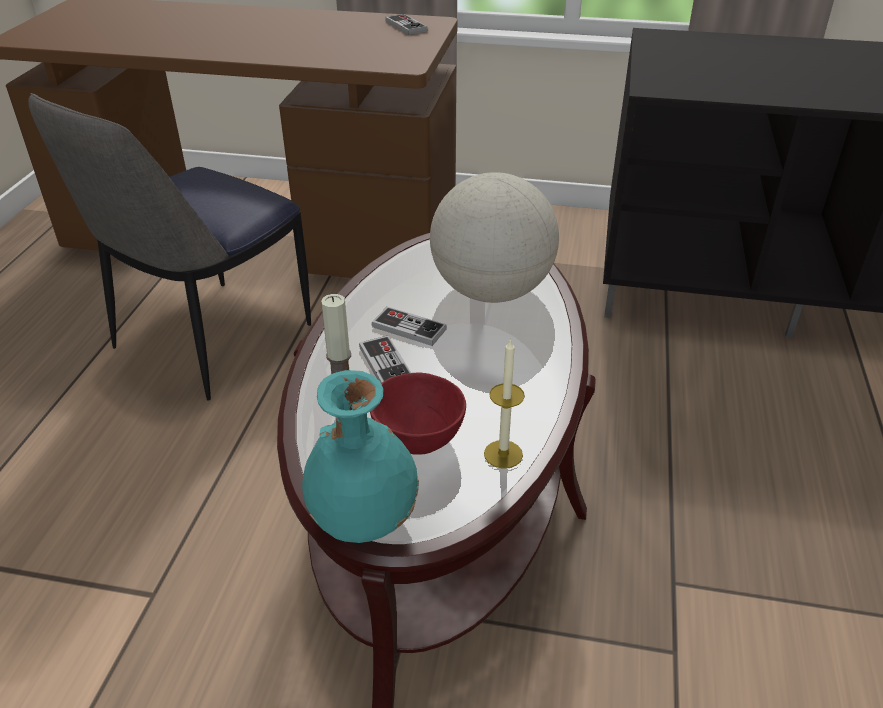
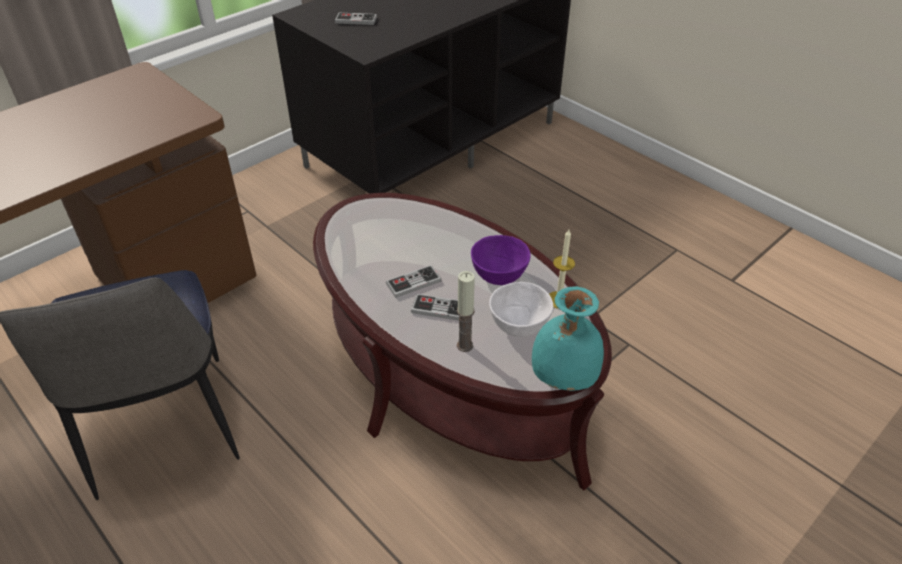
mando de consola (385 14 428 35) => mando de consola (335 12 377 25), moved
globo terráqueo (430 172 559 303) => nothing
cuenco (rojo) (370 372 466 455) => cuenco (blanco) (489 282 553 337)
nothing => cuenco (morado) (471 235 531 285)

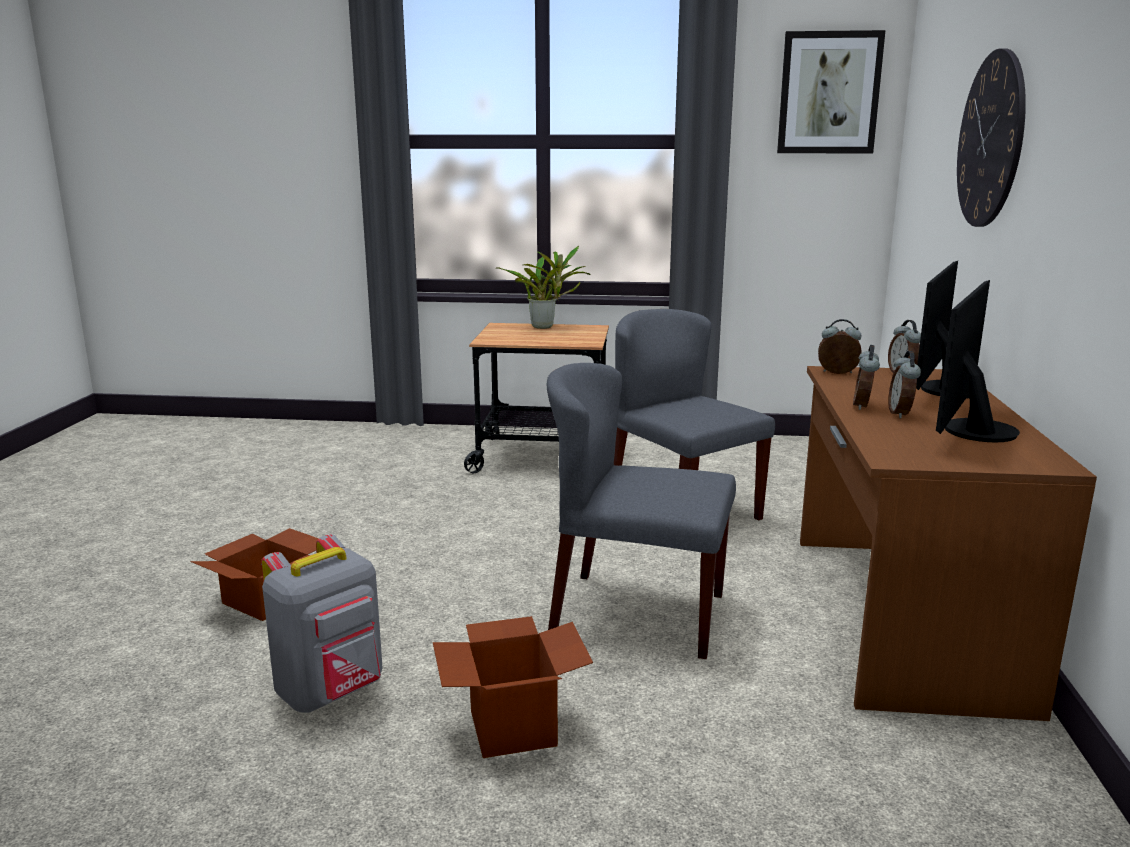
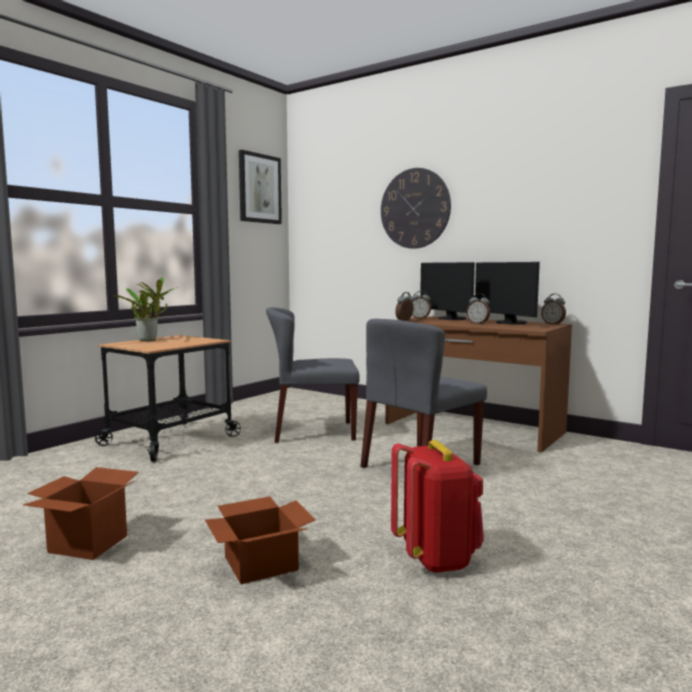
despertador (853 345 880 410) => despertador (541 294 566 325), moved
mochila (gris) (261 534 383 712) => mochila (rojo) (391 440 484 573)
caja de cartón (433 616 593 758) => caja de cartón (23 467 138 560), moved

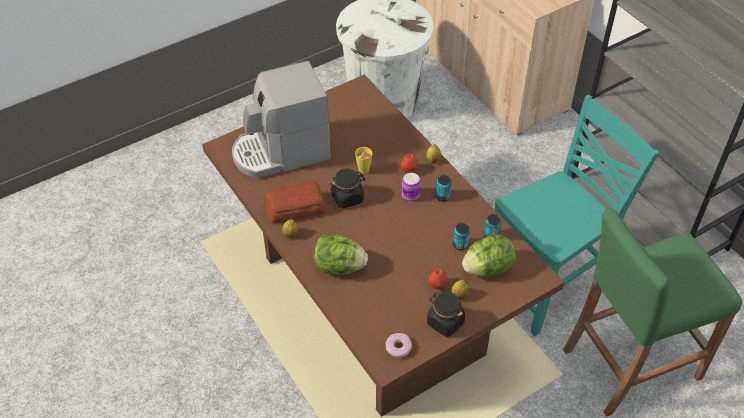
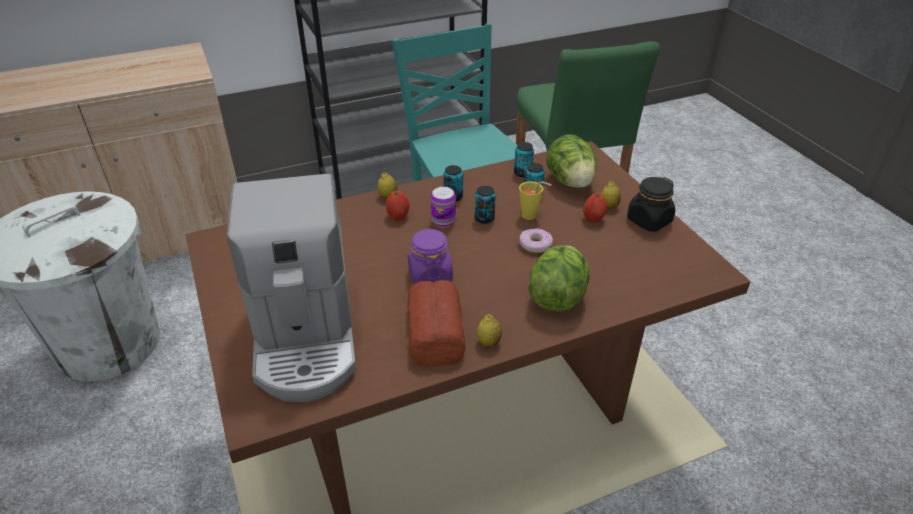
taza (amarillo) (355 147 373 174) => taza (amarillo) (519 182 552 220), moved
tarro (negro) (330 168 365 208) => tarro (morado) (408 228 453 284)
rosquilla (386 333 412 358) => rosquilla (519 228 553 253), moved
nothing => lata (475 186 496 224)

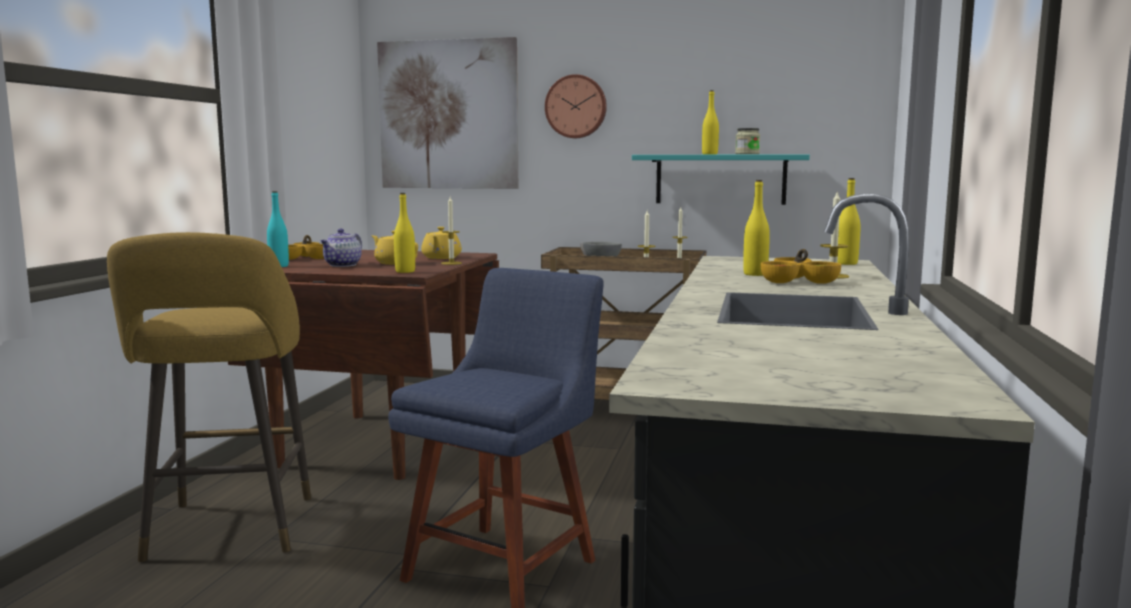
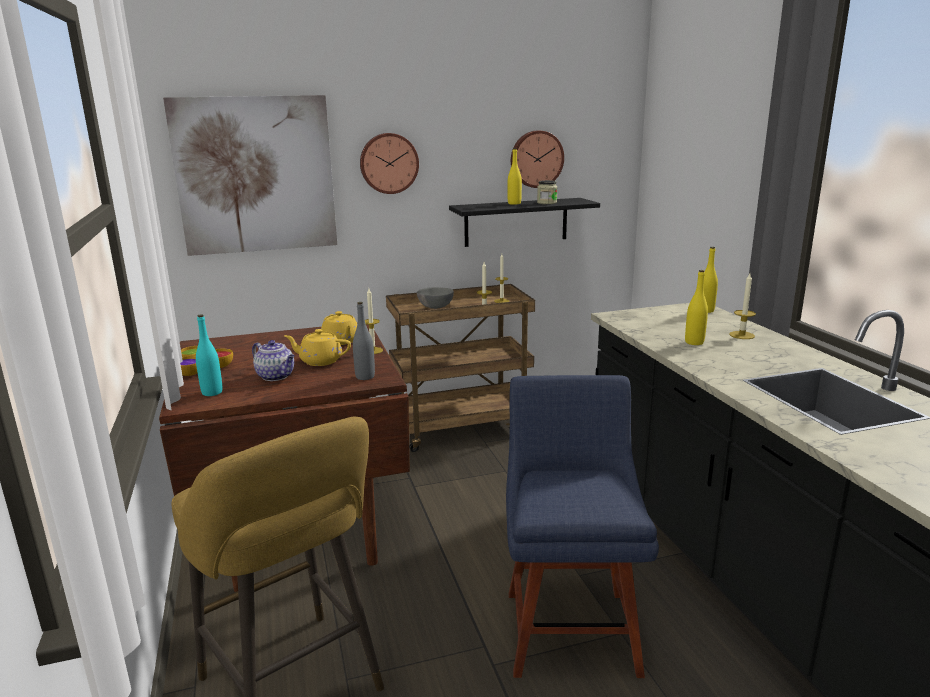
estante (turquesa) (632 154 810 205) => estante (negro) (449 198 600 247)
botella (amarillo) (394 193 415 273) => botella (gris) (353 302 375 380)
tetera (321 229 362 267) => tetera (252 340 295 381), 45 degrees counterclockwise
cuenco (761 249 841 284) => nothing
nothing => reloj de pared (511 130 564 188)

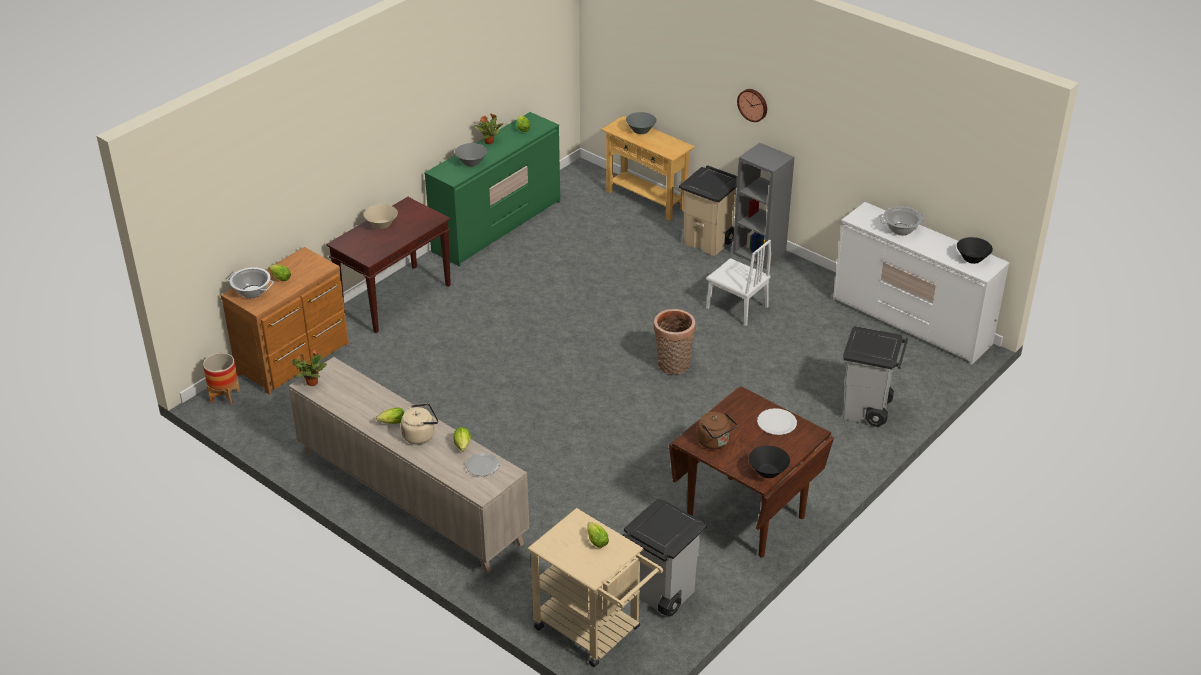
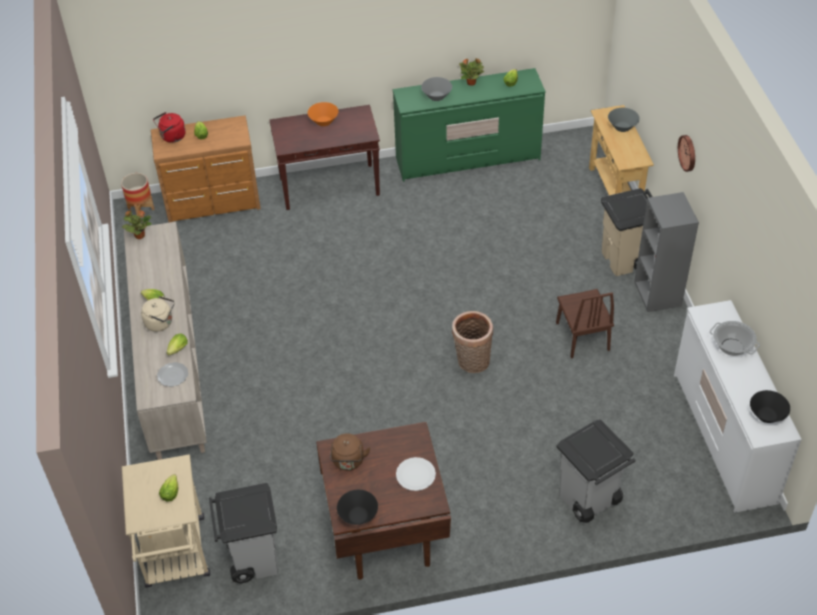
cuenco (beis) (364 204 398 229) => cuenco (naranja) (308 102 338 126)
silla (blanco) (706 240 771 326) => silla (marrón) (556 289 614 359)
olla (227 267 274 298) => hervidor (rojo) (153 112 186 143)

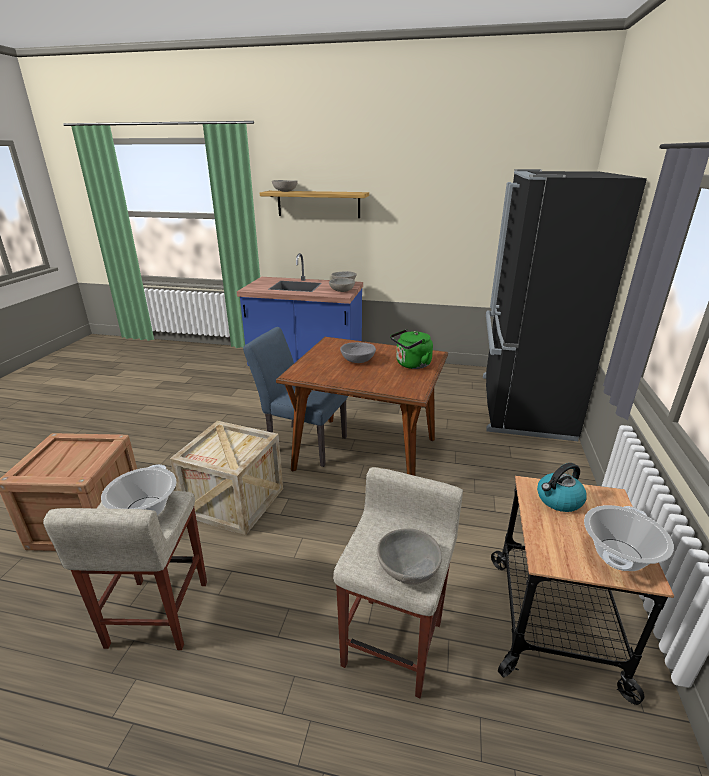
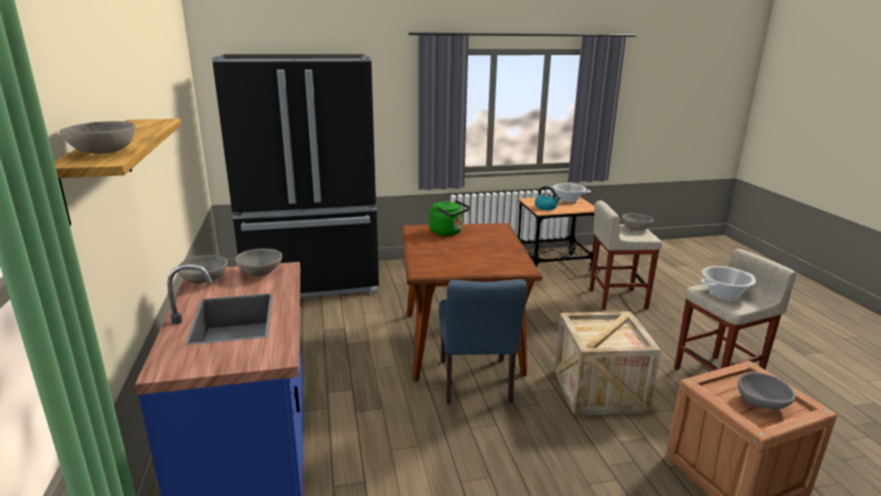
cuenco (gris) (340 342 376 363) => cuenco (gris) (738 372 796 410), moved

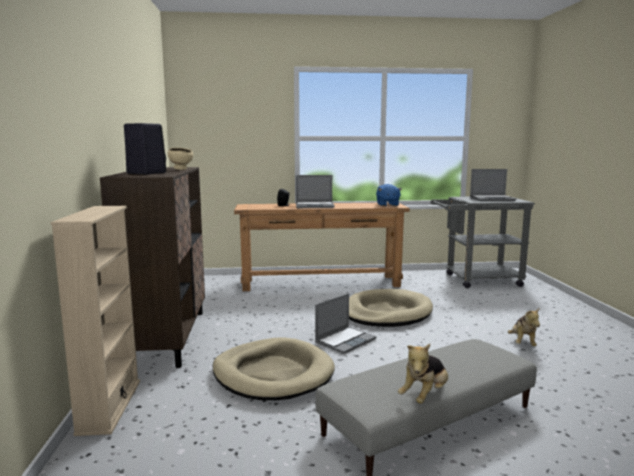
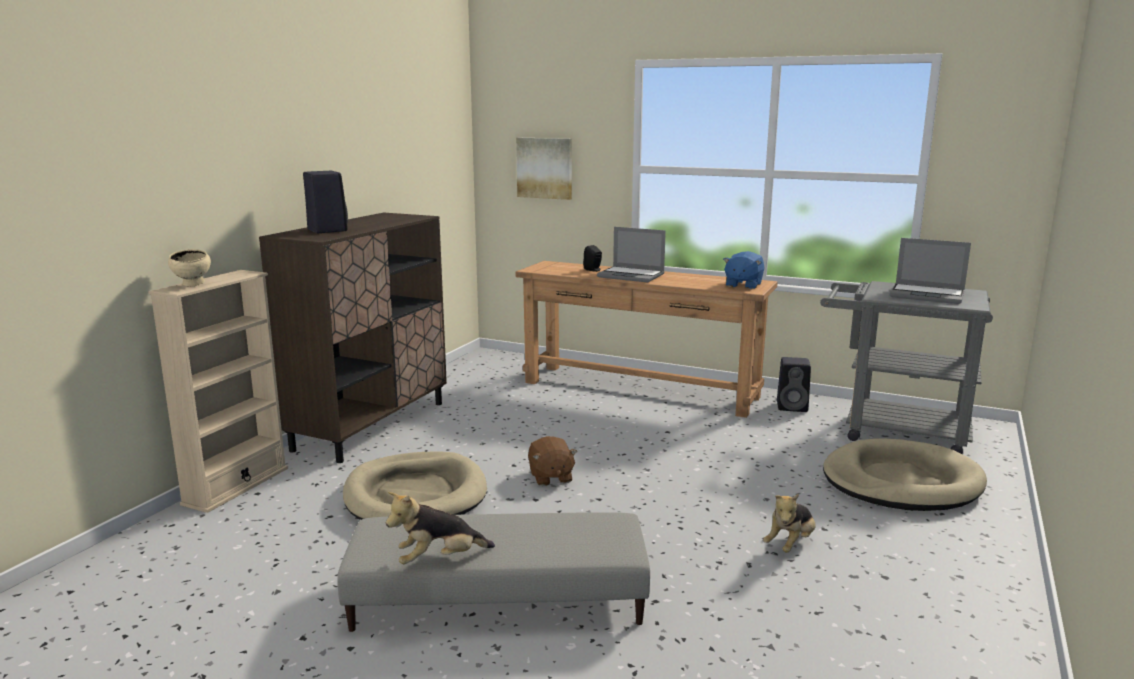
cuenco (beis) (168 148 193 170) => cuenco (beis) (168 249 211 286), moved
cama para perro (beis) (349 289 433 327) => cama para perro (beis) (823 438 987 511), moved
portátil (315 293 376 354) => peluche (marrón) (528 436 577 486)
nothing => cuadro (516 138 572 200)
nothing => altavoz (negro) (777 357 811 412)

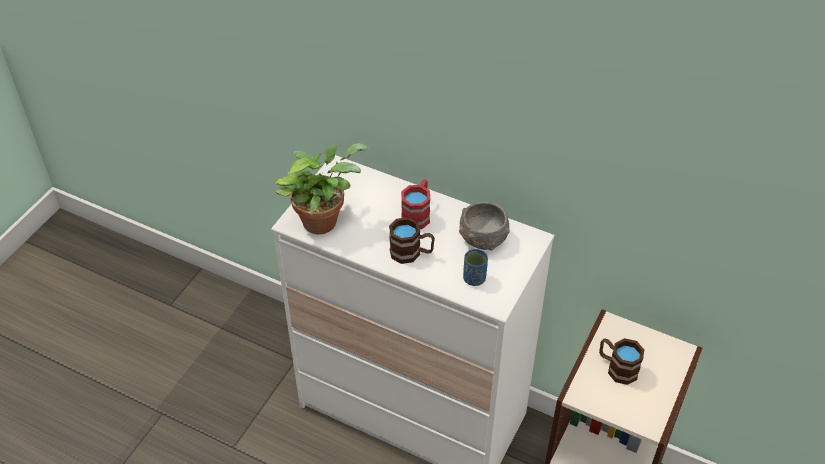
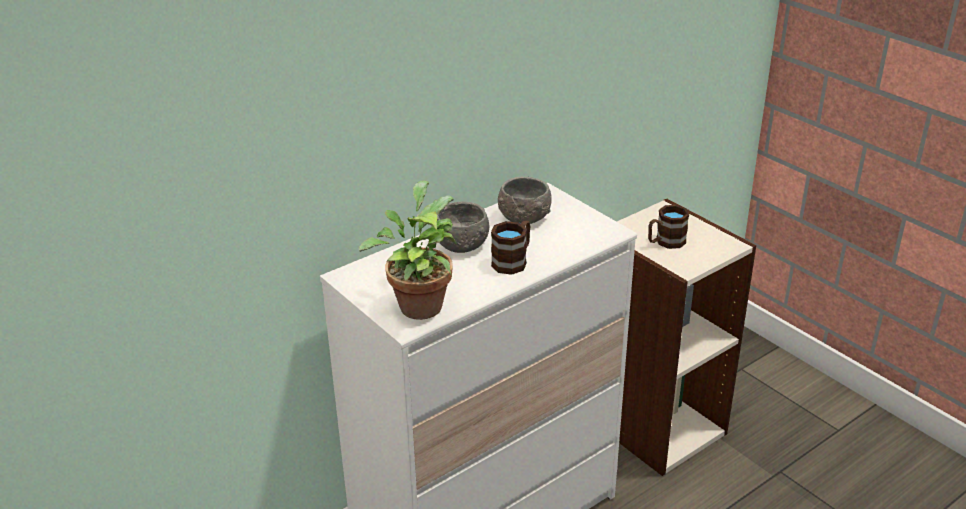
taza grande (rojo) (401 179 430 229) => cuenco (gris) (437 202 489 253)
taza (azul) (463 249 488 286) => nothing

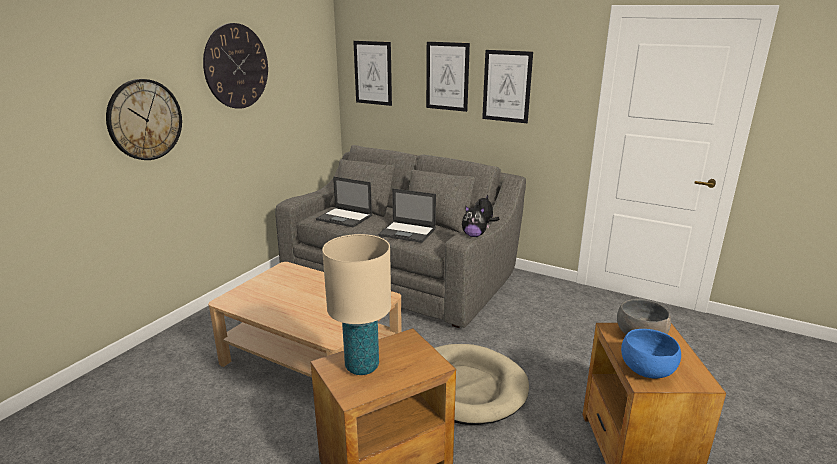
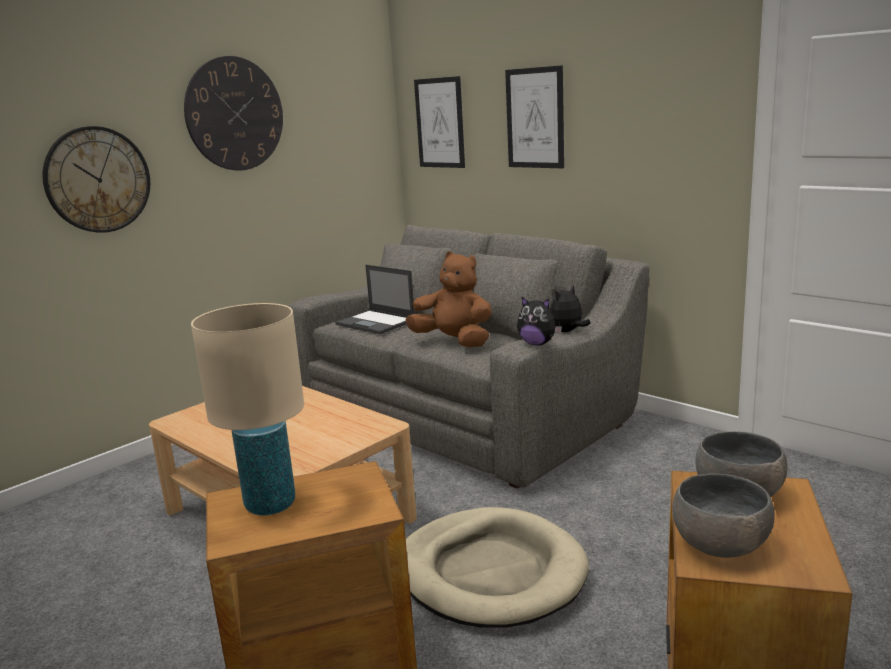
cuadro (482 50 533 123) => nothing
portátil (378 188 436 243) => peluche (marrón) (405 251 492 347)
cuenco (azul) (621 329 681 379) => cuenco (gris) (672 474 775 558)

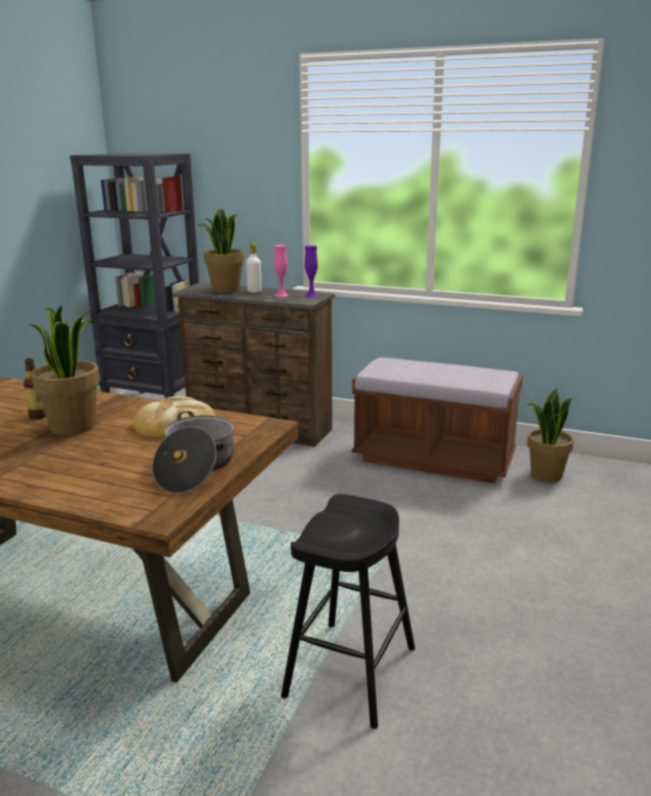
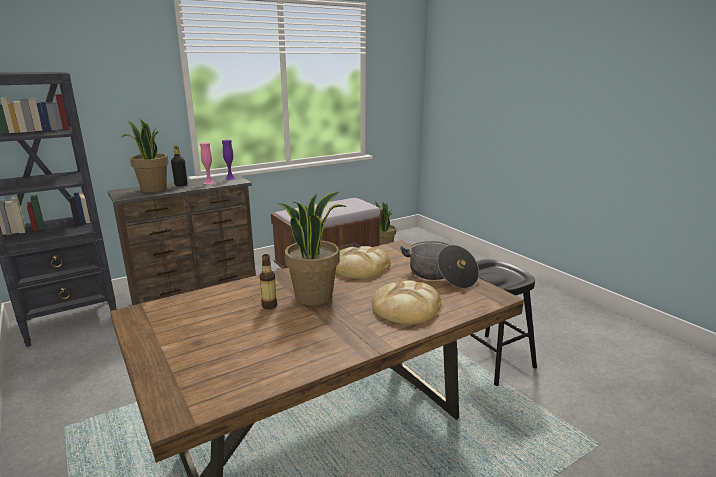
botella (blanco) (246 243 262 293) => botella (negro) (171 145 187 186)
nothing => pan (372 280 441 324)

